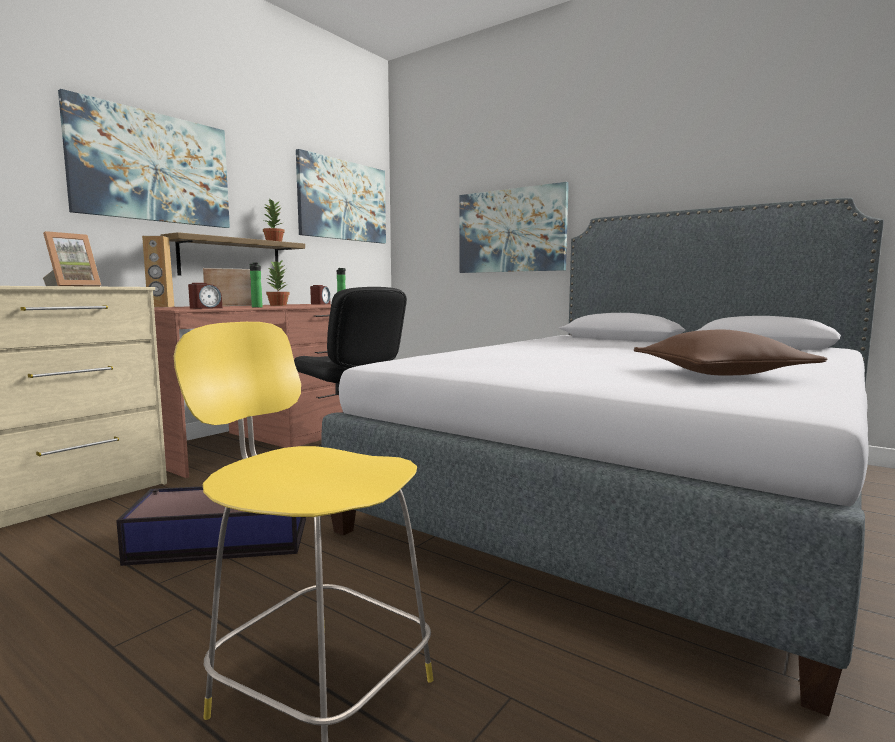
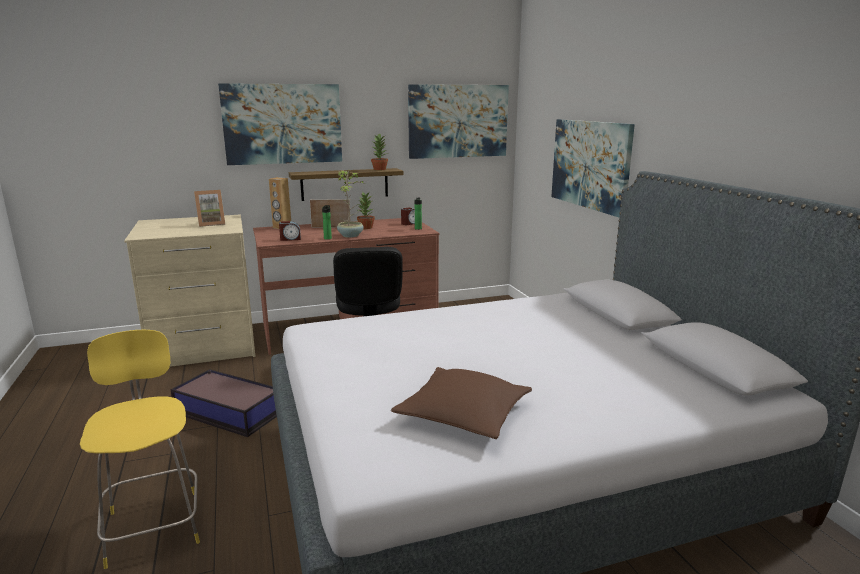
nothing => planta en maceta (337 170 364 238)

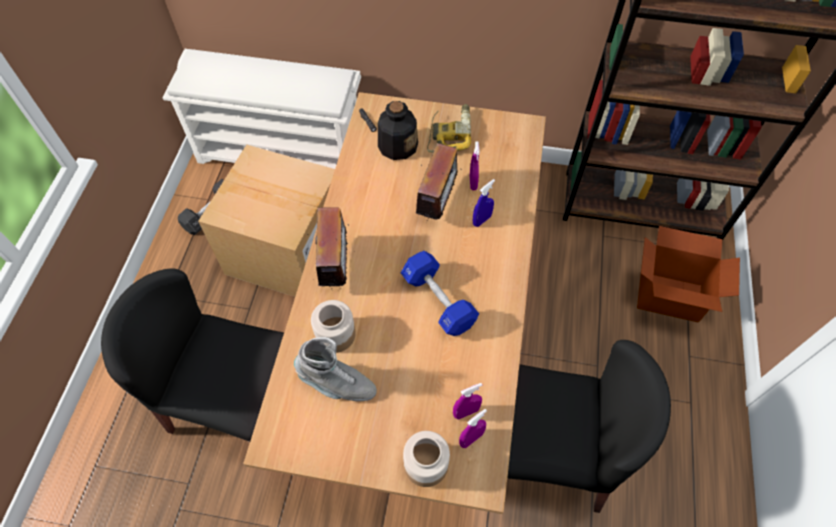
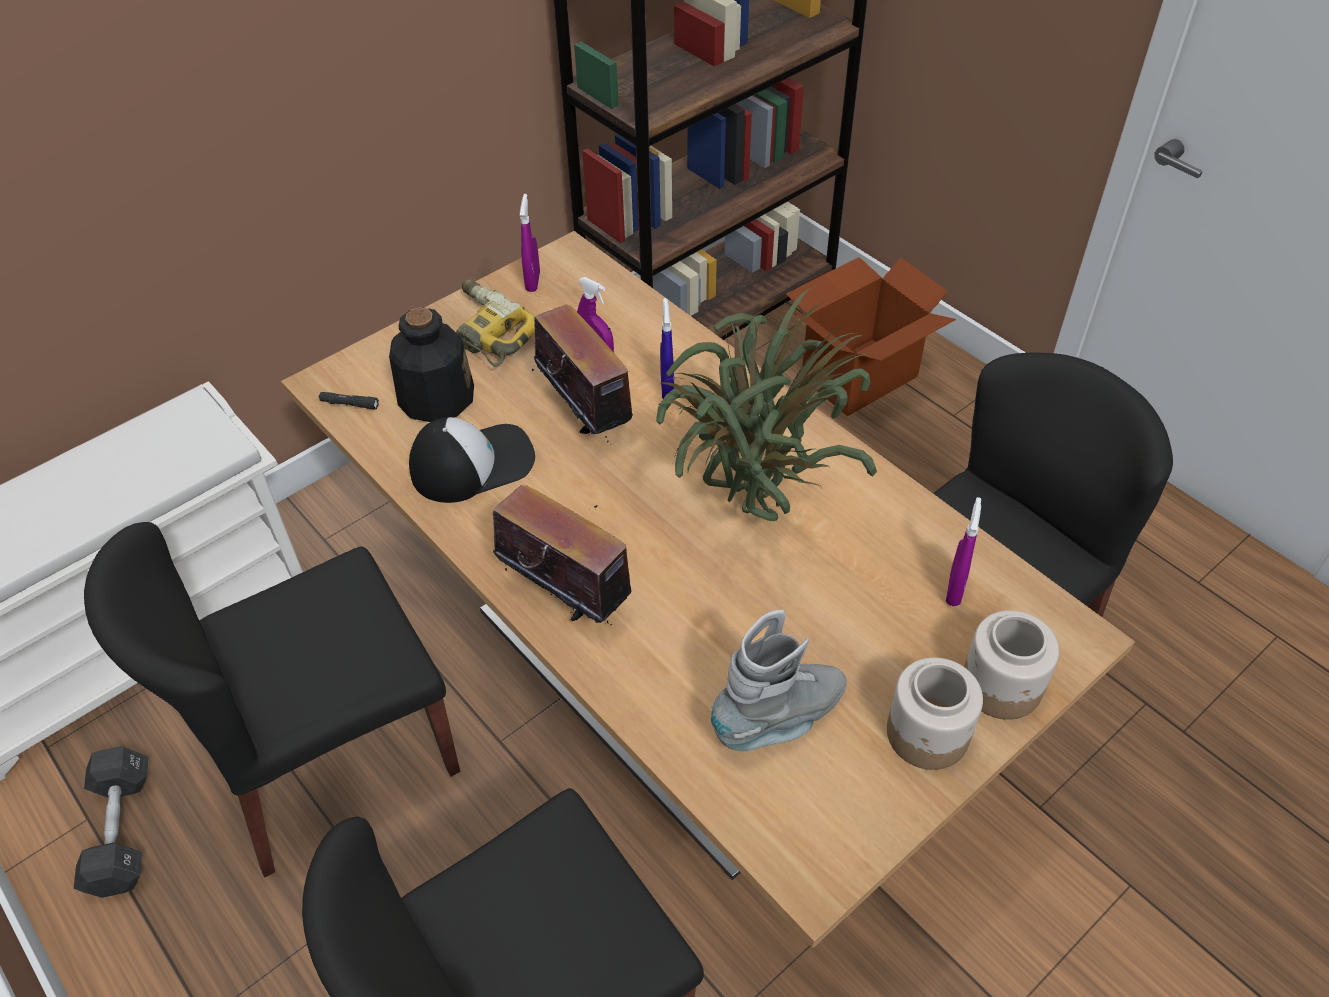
caja de cartón (198 144 335 297) => silla (negro) (84 522 460 878)
mancuerna (azul) (401 251 479 336) => planta en maceta (656 286 877 521)
tarro (311 300 356 353) => tarro (887 657 983 770), moved
pulverizador (morado) (459 409 487 448) => pulverizador (morado) (520 194 540 292), moved
nothing => gorra (409 417 535 503)

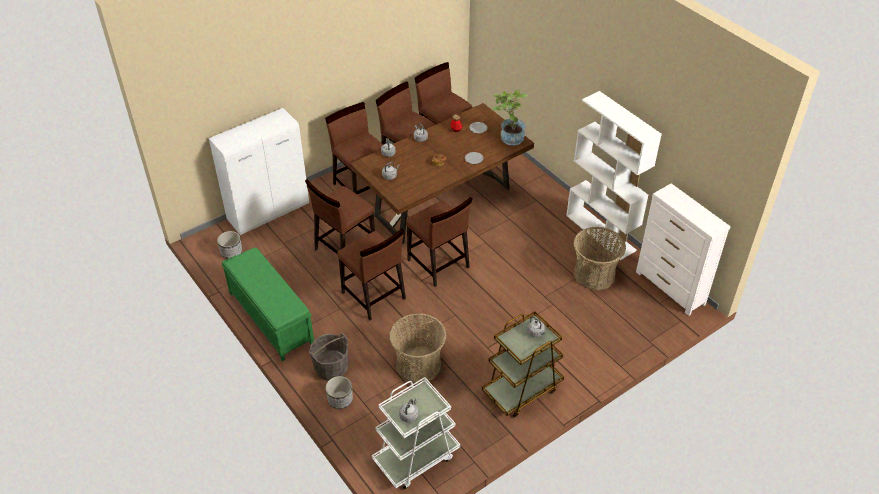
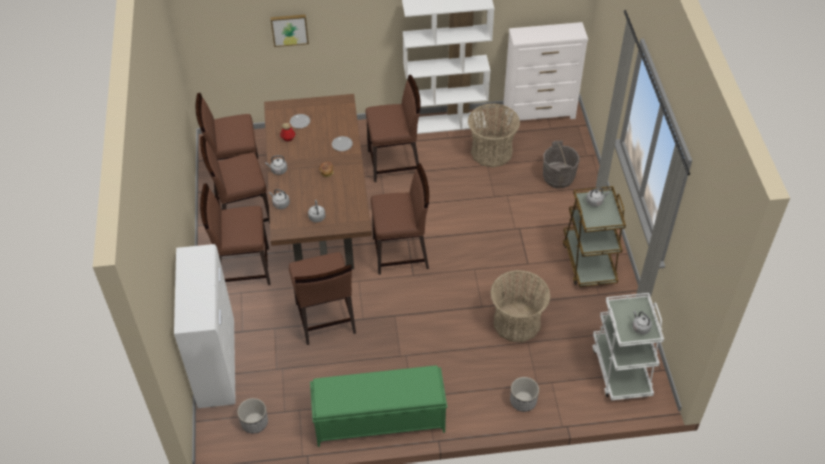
planta en maceta (492 90 528 145) => nothing
silla (marrón) (337 228 406 320) => silla (marrón) (365 75 421 182), moved
cubo (gris) (308 333 349 381) => cubo (gris) (543 141 580 188), moved
nothing => cuadro (271 14 309 47)

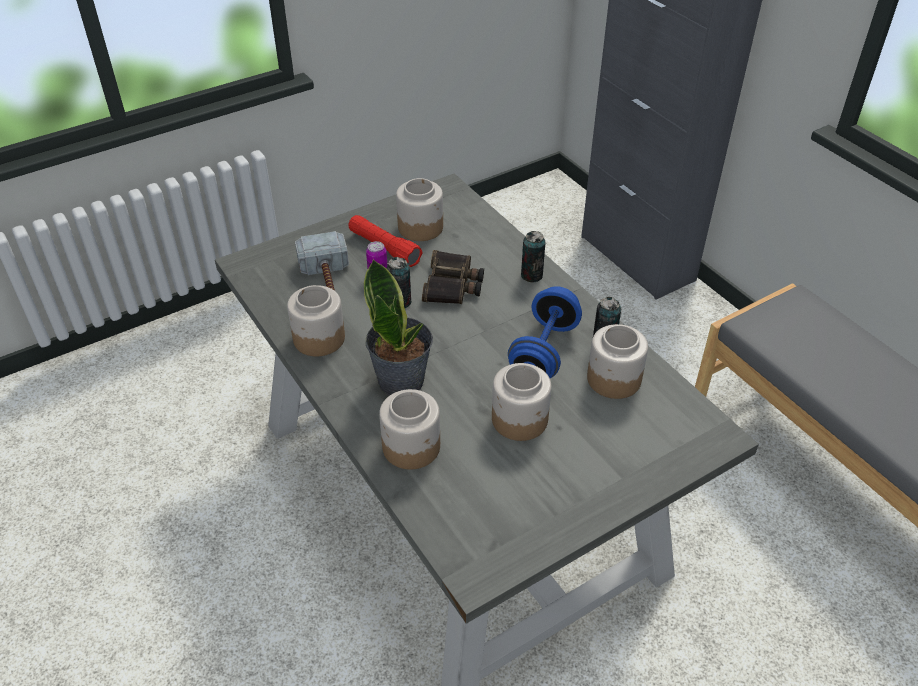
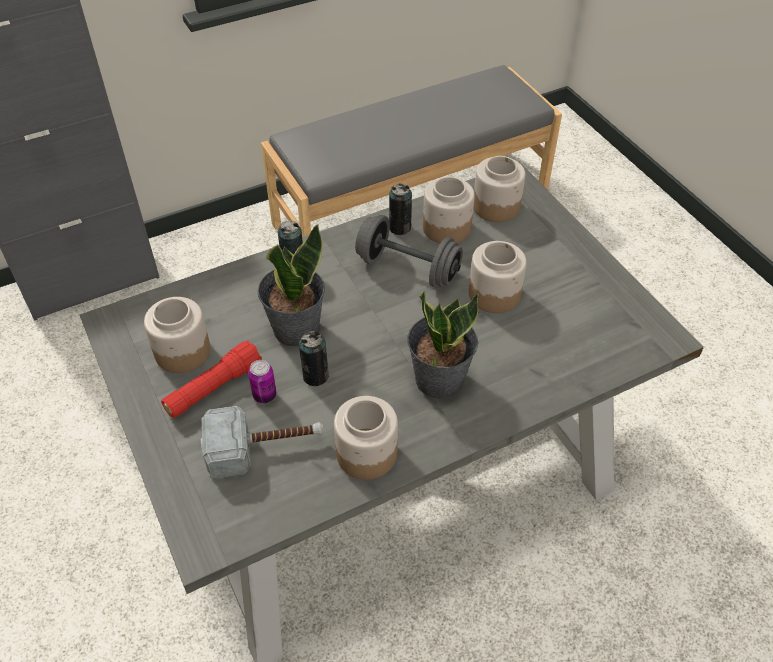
prismáticos (422 250 484 304) => planta en maceta (257 223 325 347)
mancuerna (azul) (508 286 582 378) => mancuerna (gris) (355 215 463 288)
tarro (379 389 440 470) => tarro (473 156 525 222), moved

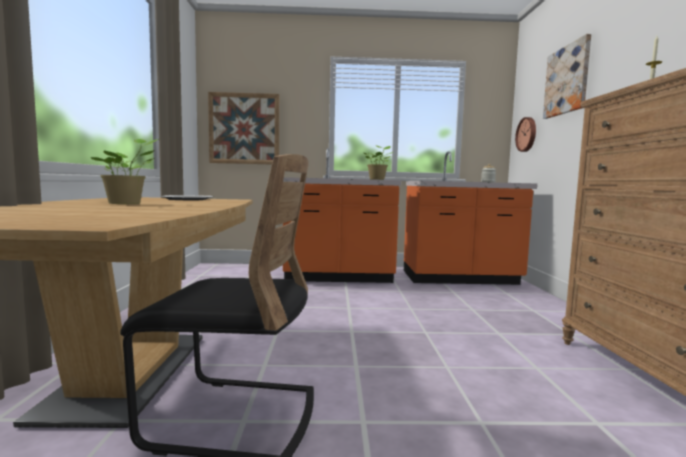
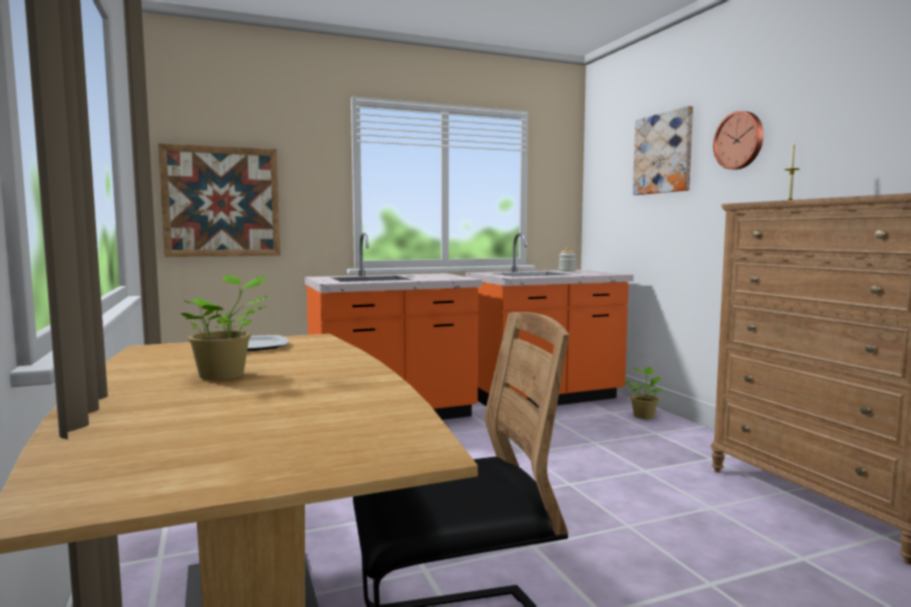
reloj de pared (515 117 536 152) => reloj de pared (713 111 764 170), moved
planta en maceta (364 145 393 180) => planta en maceta (624 367 663 419), moved

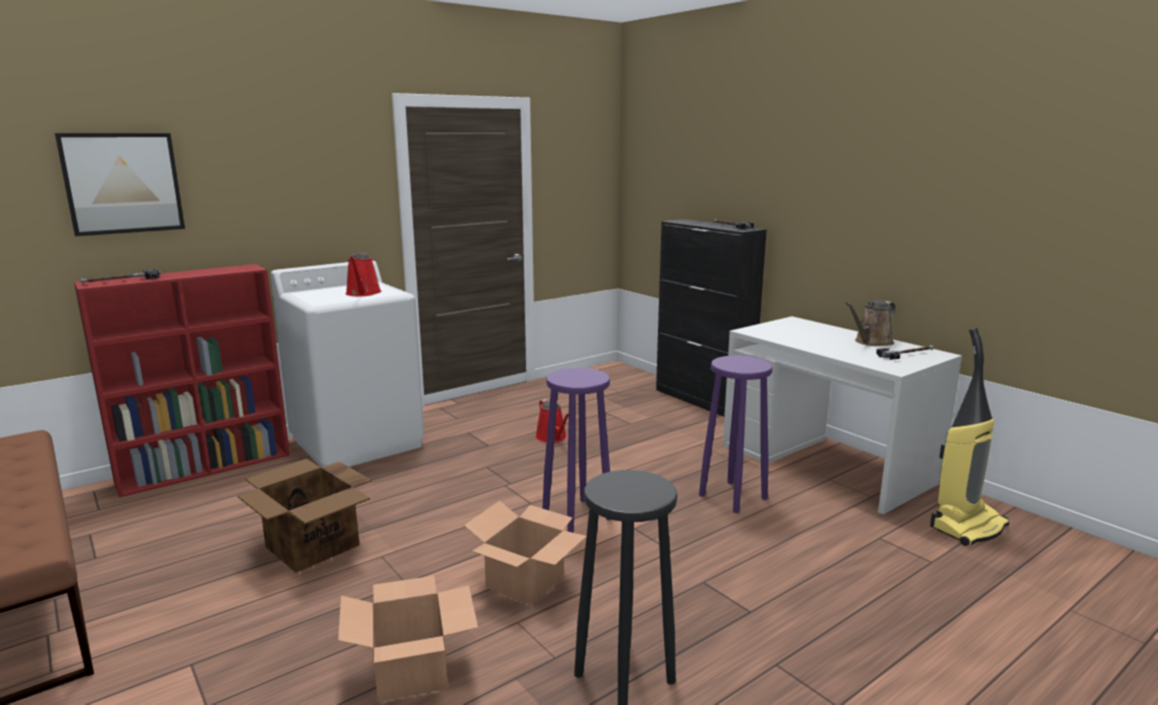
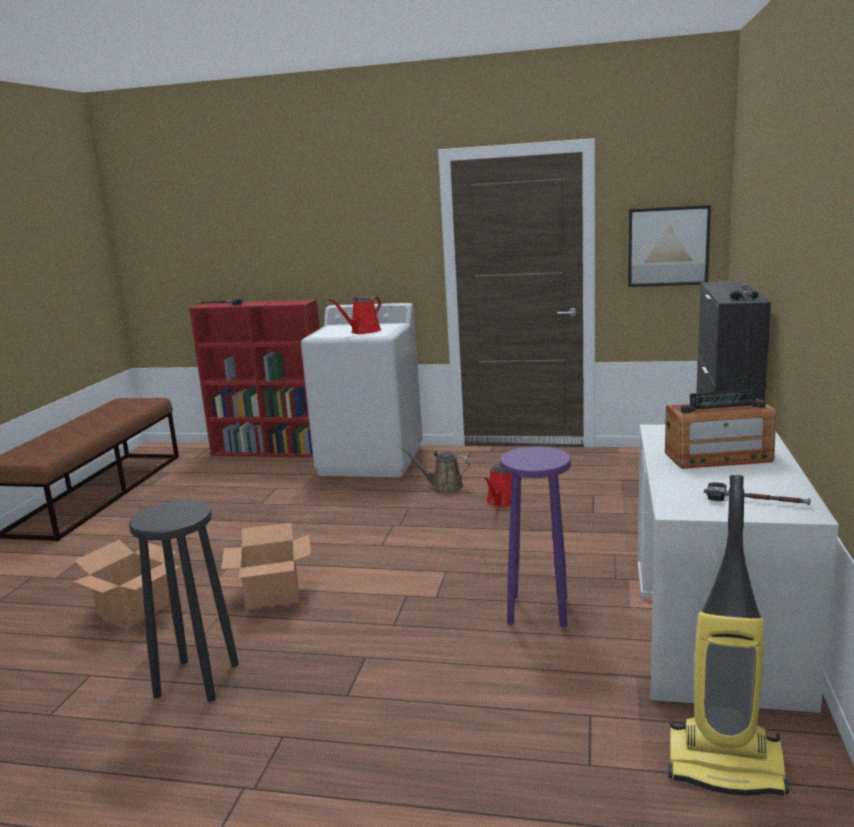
cuadro (55 133 185 236) => cuadro (628 205 711 287), moved
regadera (marrón) (846 300 896 346) => regadera (marrón) (402 448 470 493), moved
taburete (morado) (543 368 612 533) => nothing
caja de cartón (238 459 372 573) => nothing
nothing => radio (665 389 776 469)

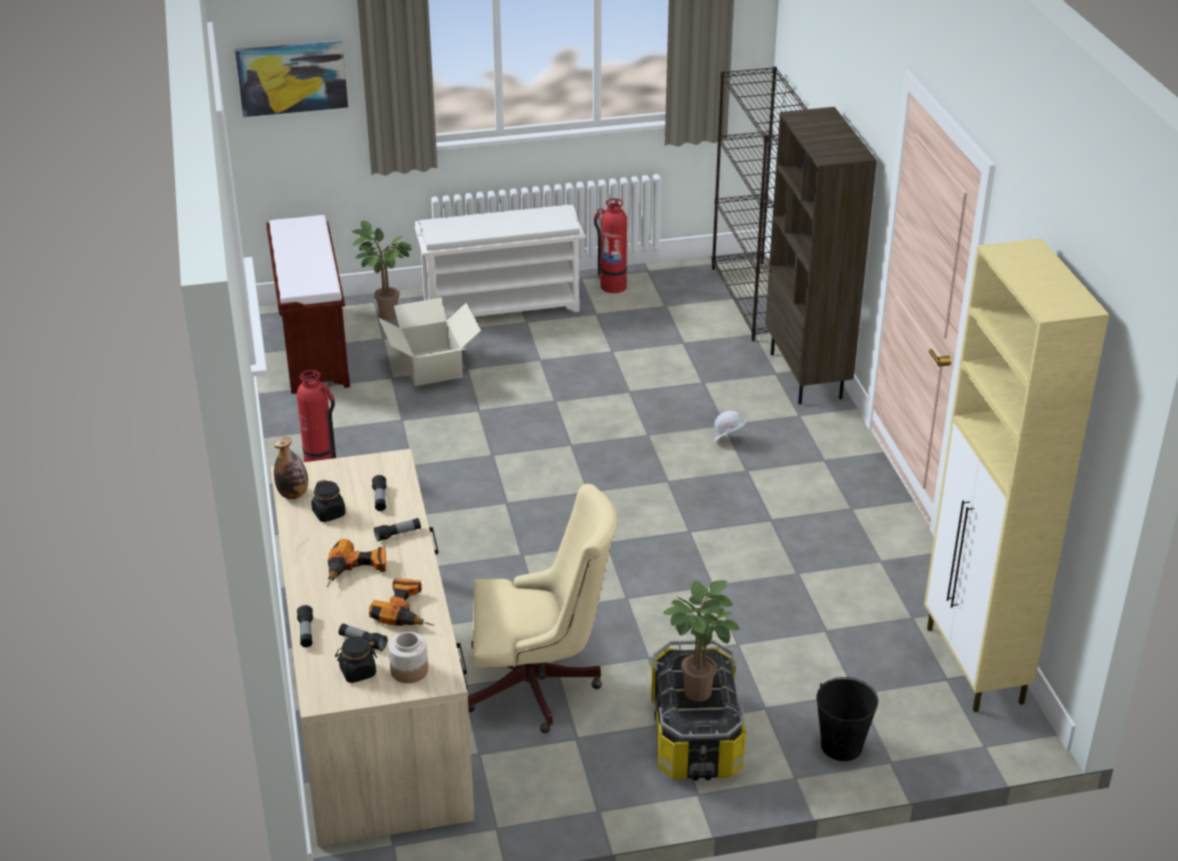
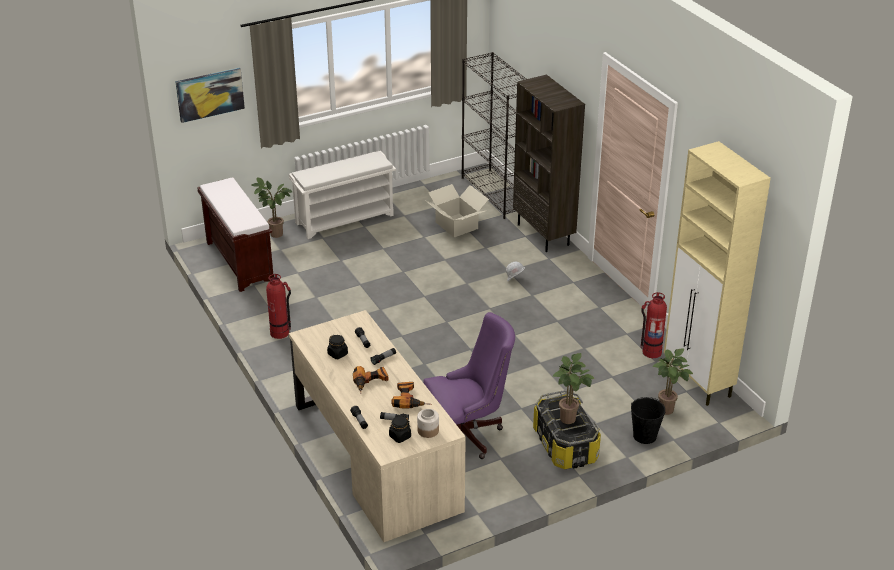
extintor (594 198 627 293) => extintor (641 292 667 358), moved
caja de cartón (379 298 481 386) => caja de cartón (425 184 489 237), moved
botella (274 437 308 499) => nothing
silla de oficina (beis) (468 484 618 733) => silla de oficina (morado) (423 312 515 459)
nothing => planta en maceta (653 348 693 415)

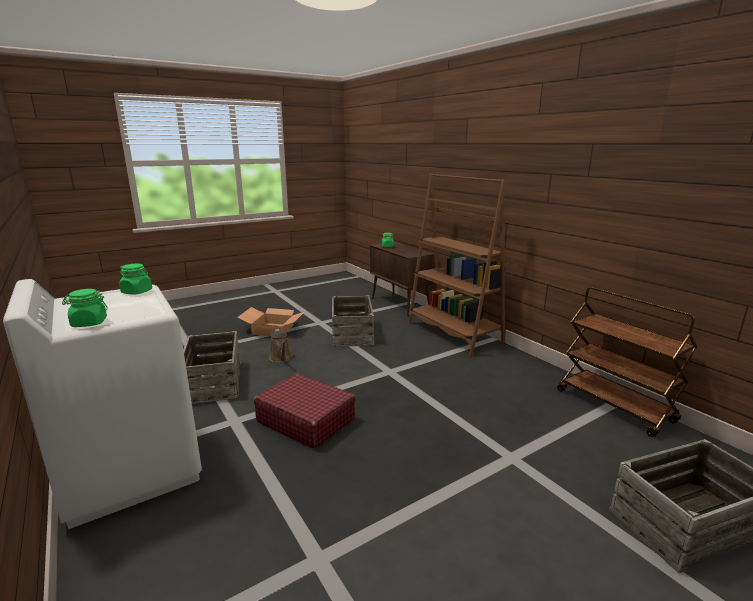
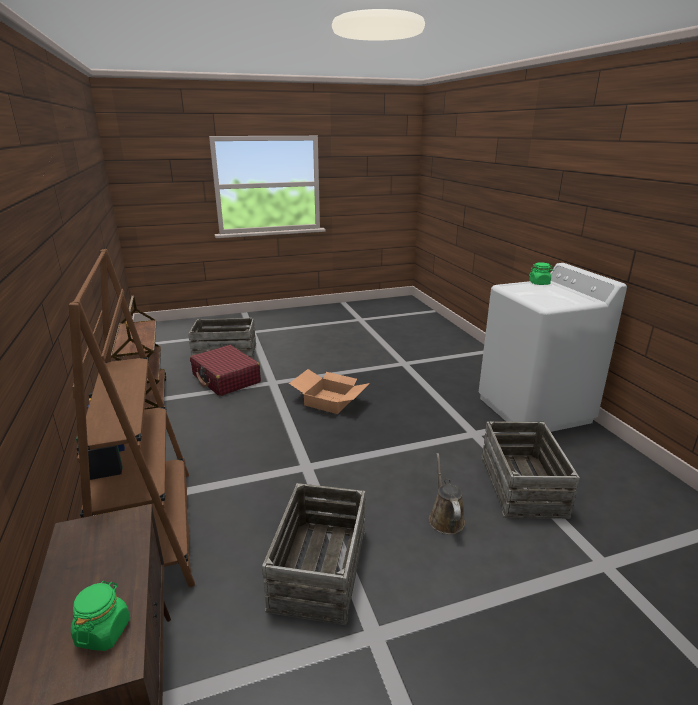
tarro (verde) (119 264 152 295) => nothing
caja de cartón (237 307 304 336) => caja de cartón (289 369 370 414), moved
maleta (rojo) (254 374 355 449) => maleta (rojo) (190 345 261 396), moved

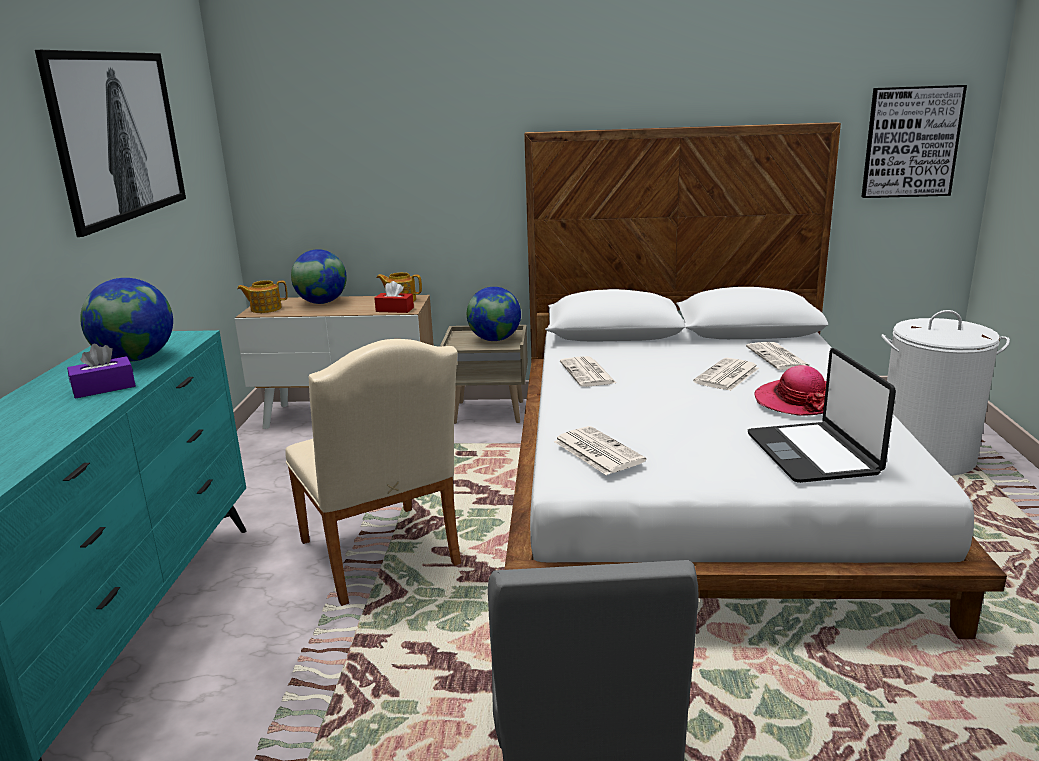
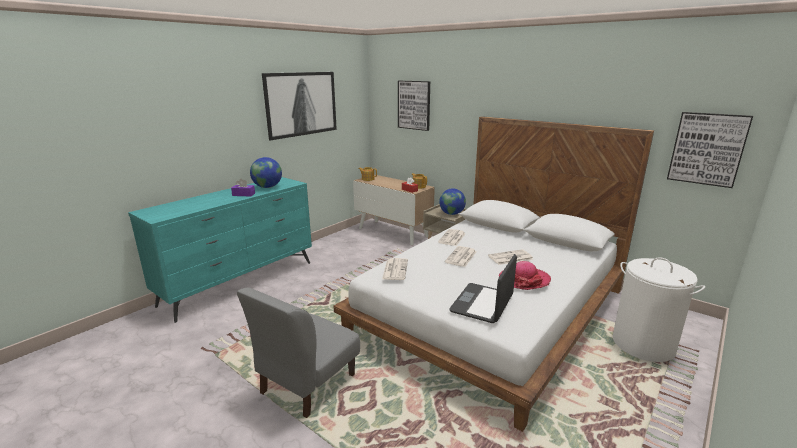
globo terráqueo (291 249 347 304) => nothing
silla (beis) (285 339 461 606) => nothing
periódico (746 342 811 370) => periódico (445 246 477 267), moved
nothing => cuadro (398 81 430 131)

